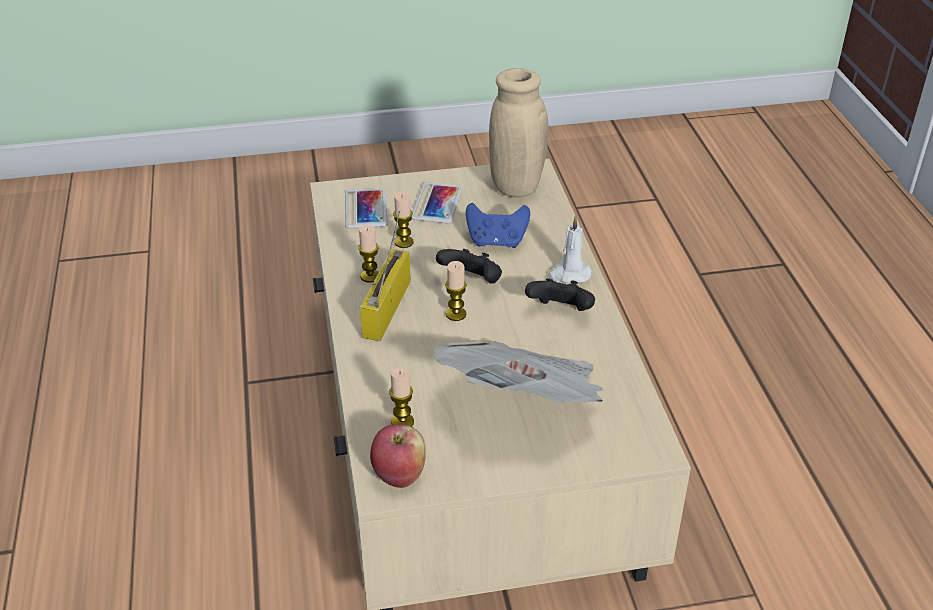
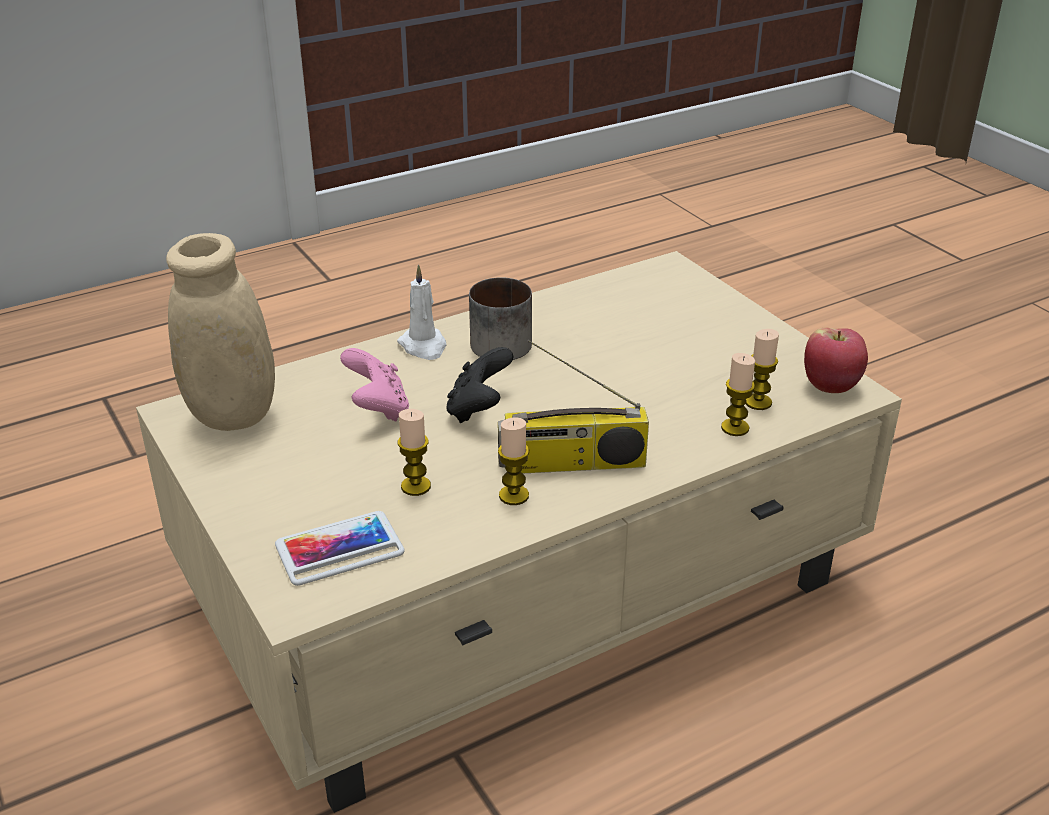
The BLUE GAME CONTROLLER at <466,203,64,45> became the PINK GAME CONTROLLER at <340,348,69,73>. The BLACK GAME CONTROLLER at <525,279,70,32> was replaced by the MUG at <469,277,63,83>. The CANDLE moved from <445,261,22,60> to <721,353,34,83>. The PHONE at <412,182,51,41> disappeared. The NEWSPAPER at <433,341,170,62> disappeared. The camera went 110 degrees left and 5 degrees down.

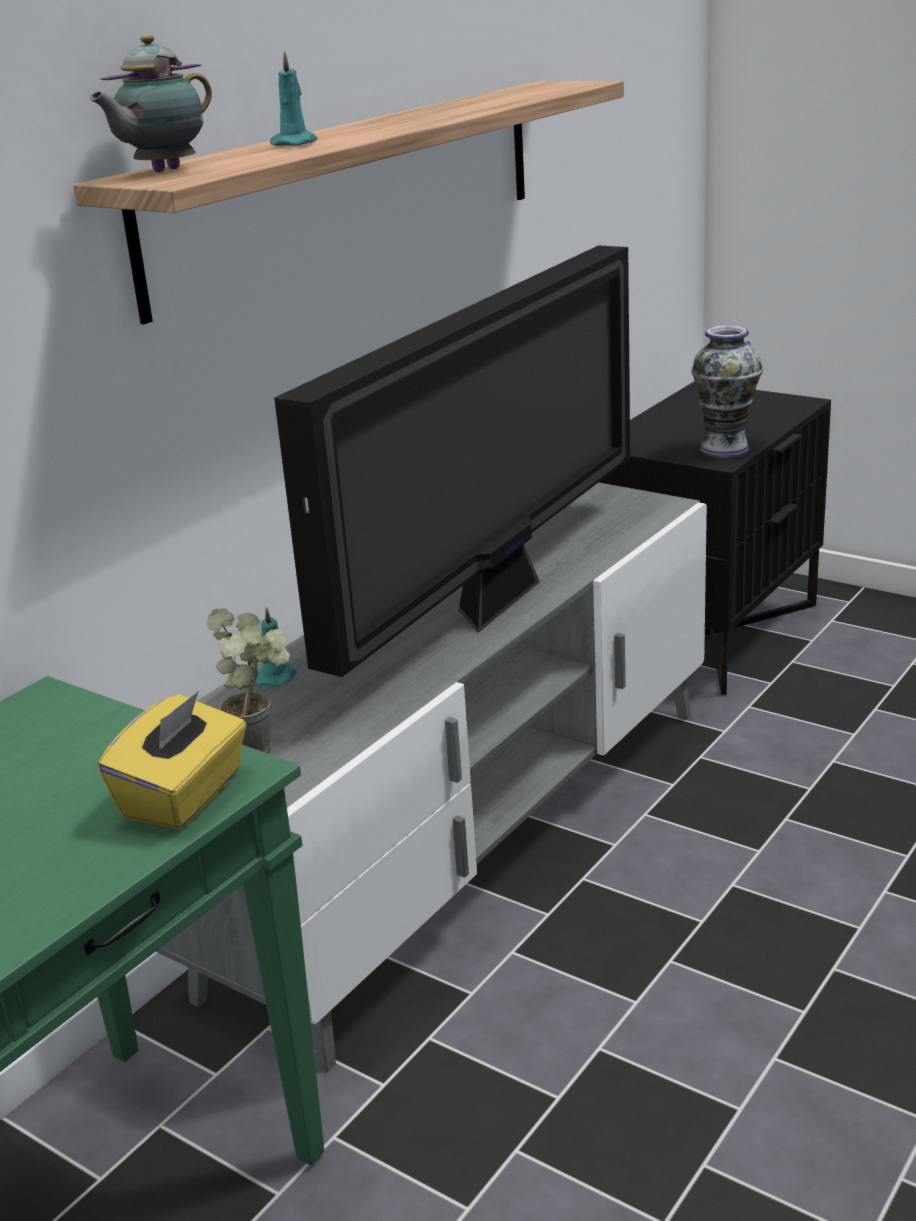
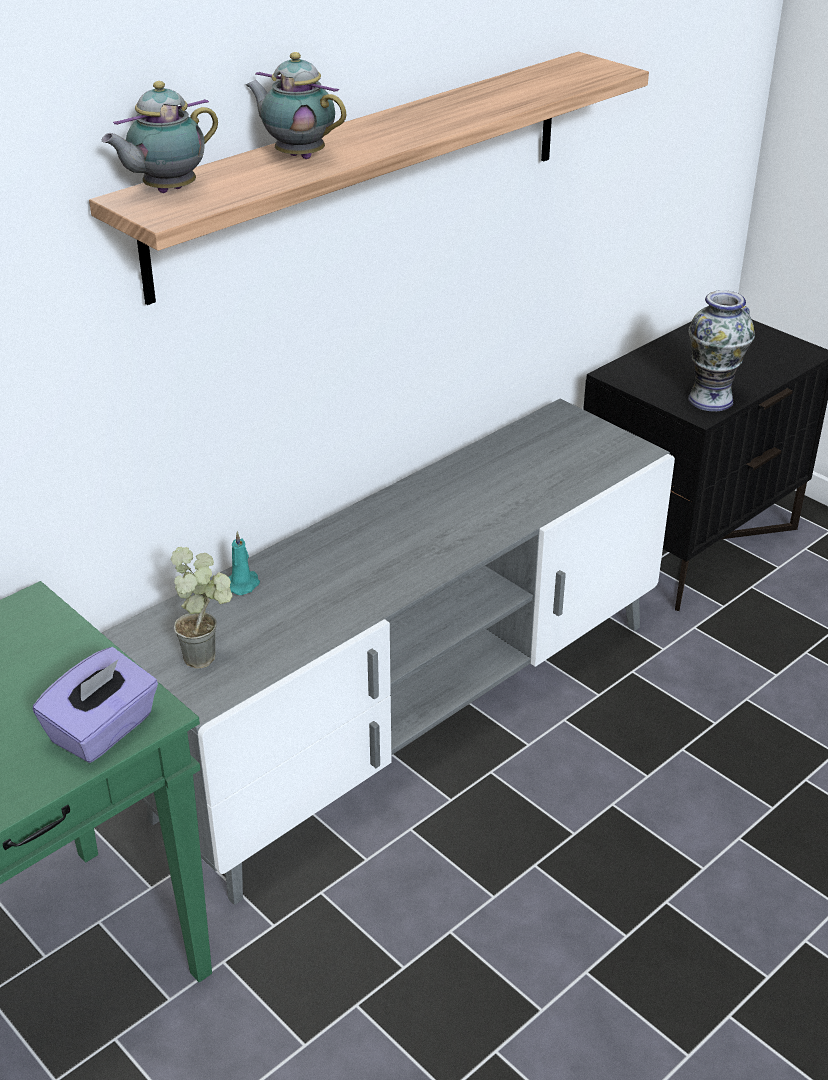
The YELLOW TISSUE BOX at <98,691,149,138> became the PURPLE TISSUE BOX at <33,647,125,116>. The TURQUOISE CANDLE at <270,51,48,95> was replaced by the TEAPOT at <246,52,100,107>. The TELEVISION at <274,245,356,432> disappeared. The camera went 10 degrees right and 10 degrees up.

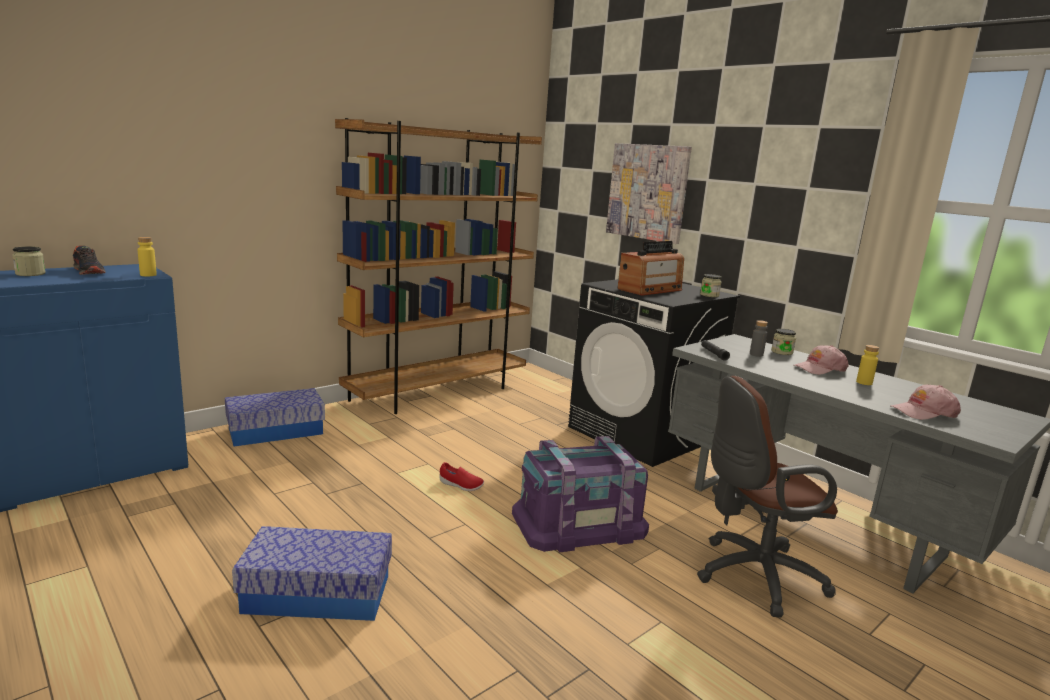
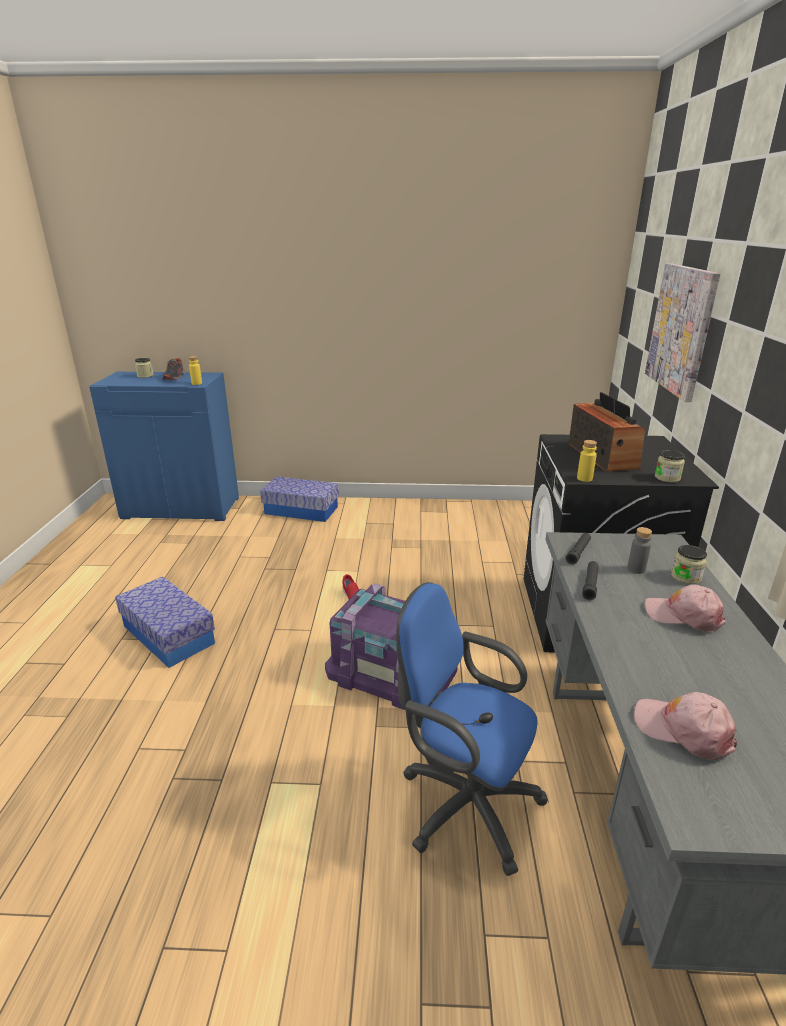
The BROWN OFFICE CHAIR at <697,376,141,242> became the BLUE OFFICE CHAIR at <396,582,152,294>. The RADIO at <617,241,67,55> turned 105 degrees counterclockwise. The YELLOW BOTTLE moved from <856,345,23,40> to <577,440,20,42>. The BLACK FLASHLIGHT at <582,561,17,39> appeared. The BROWN BOOKCASE at <335,118,207,296> disappeared. The camera went 45 degrees right and 10 degrees up.

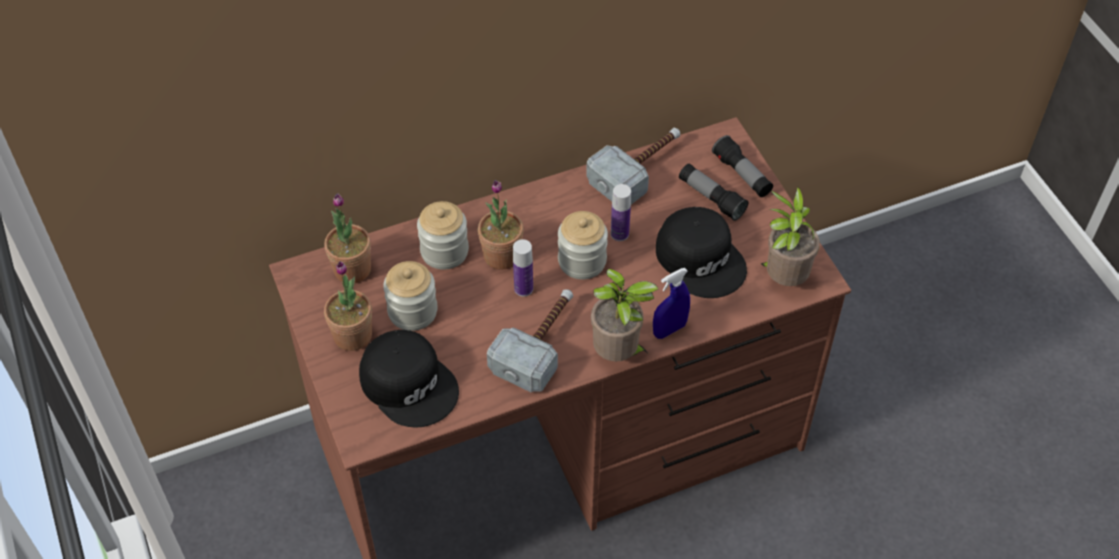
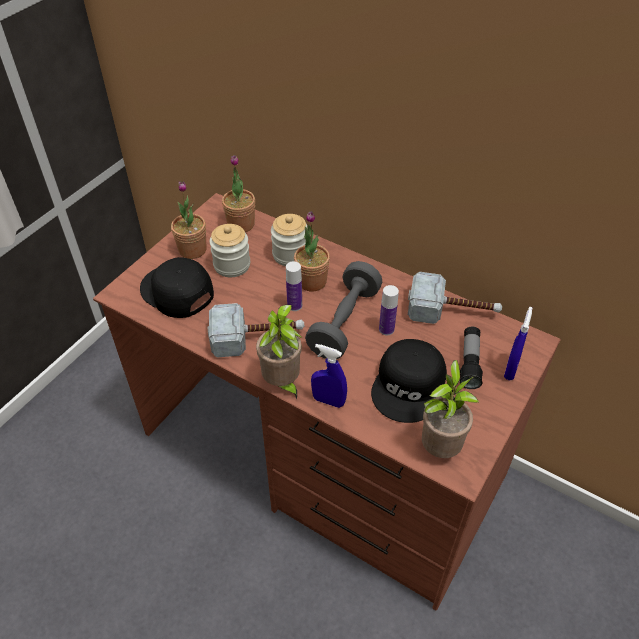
The BLACK CAP at <359,330,100,98> turned 120 degrees clockwise. The JAR at <558,211,50,68> was replaced by the GREY DUMBBELL at <305,261,77,98>. The FLASHLIGHT at <712,135,61,62> was replaced by the BLUE SPRAY BOTTLE at <504,307,28,73>. The camera went 55 degrees right and 5 degrees down.

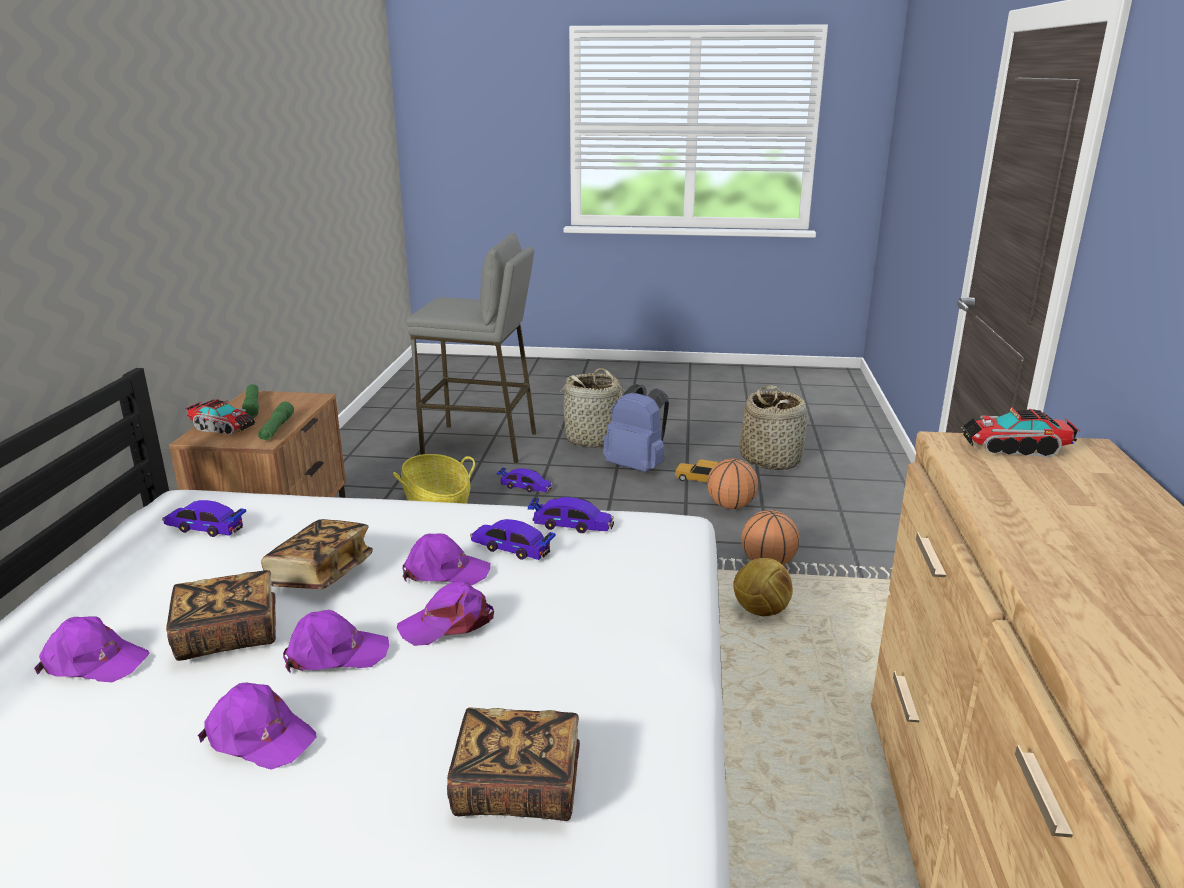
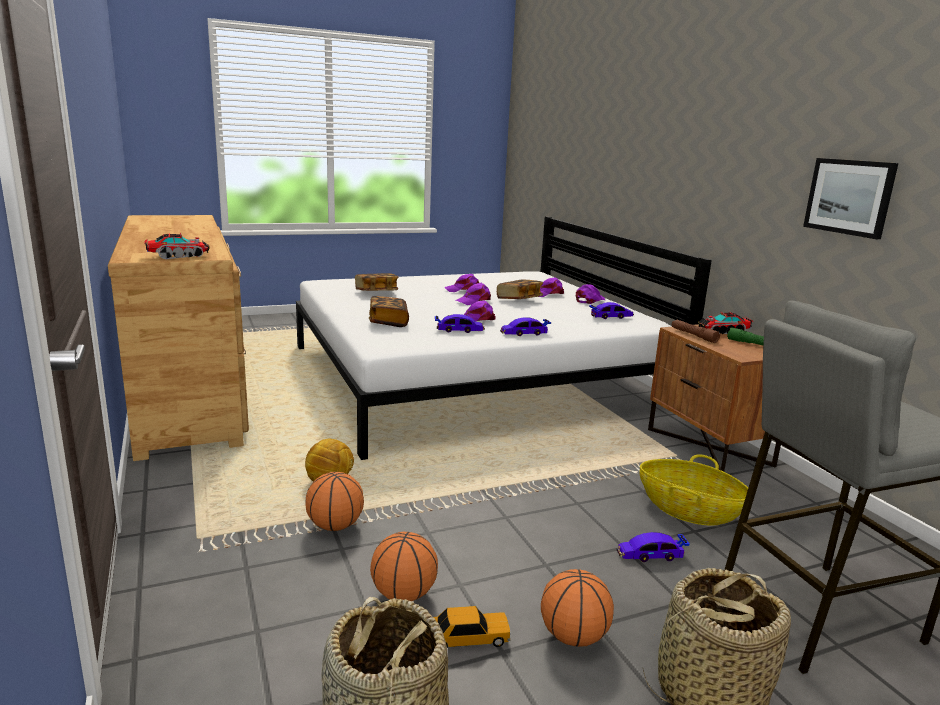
The BOOK moved from <261,519,112,70> to <369,296,40,31>. The TOY CAR moved from <528,497,86,36> to <500,317,51,19>. The BLUE BACKPACK at <603,384,66,88> was replaced by the BASKETBALL at <541,569,73,78>. The PURPLE CAP moved from <397,581,97,65> to <576,284,29,20>. The GREEN FLASHLIGHT at <258,402,36,38> became the BROWN FLASHLIGHT at <672,320,48,23>. The PICTURE at <803,158,95,81> appeared. The camera went 150 degrees right and 5 degrees down.

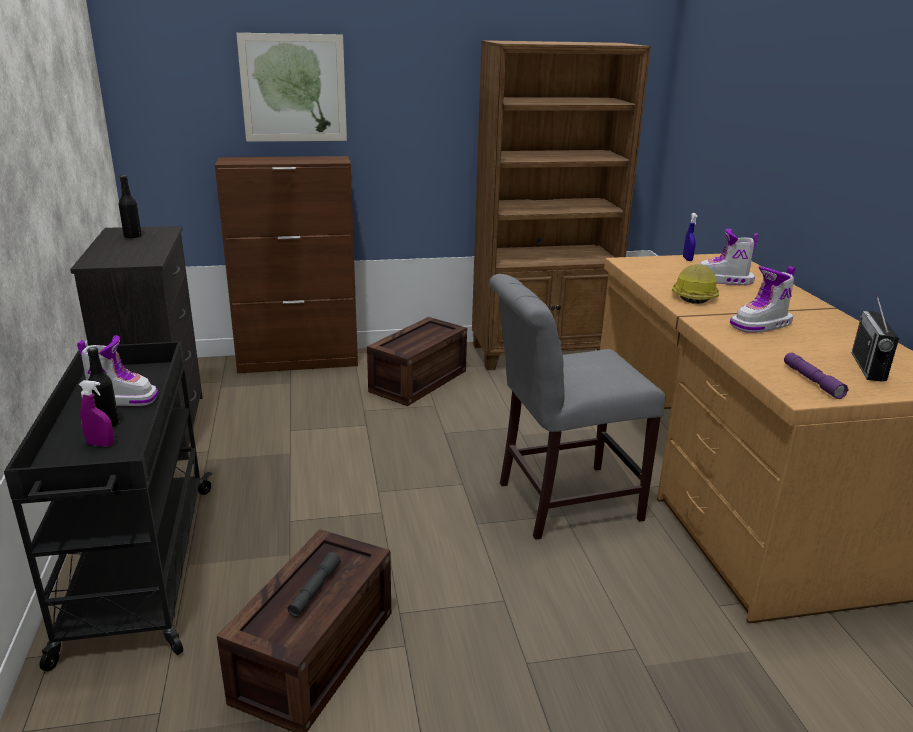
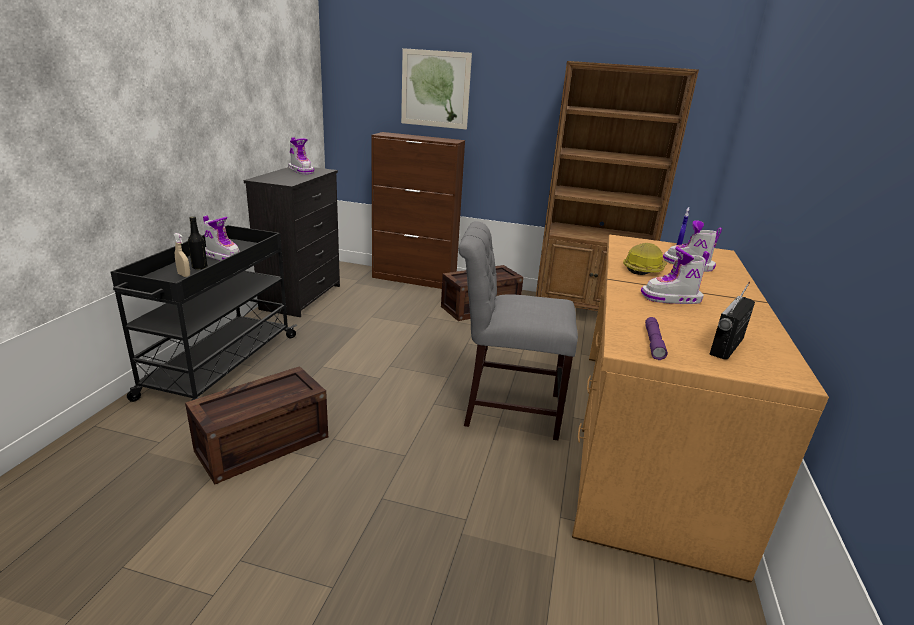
The PURPLE SPRAY BOTTLE at <79,380,35,66> became the BEIGE SPRAY BOTTLE at <174,233,16,44>. The BLACK BOTTLE at <119,175,23,64> was replaced by the BOOT at <288,137,26,37>. The GREY FLASHLIGHT at <288,552,53,65> disappeared. The camera went 25 degrees right and 0 degrees up.

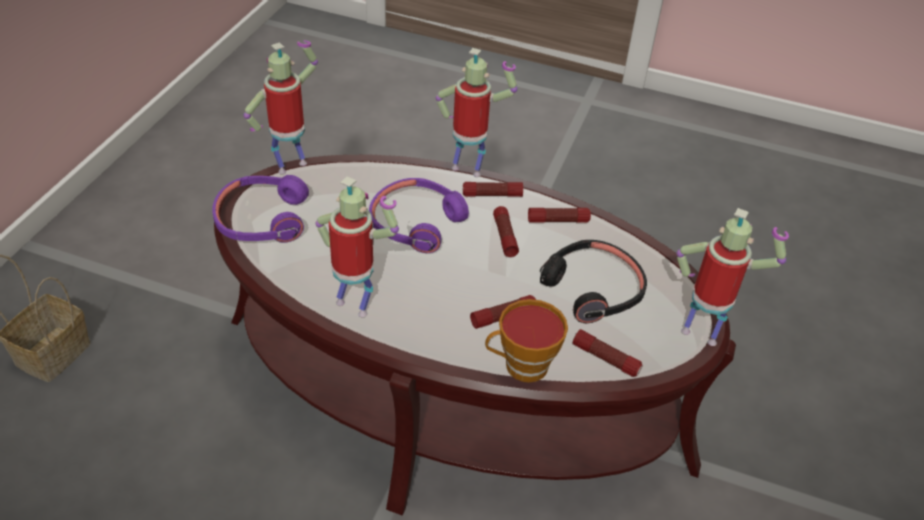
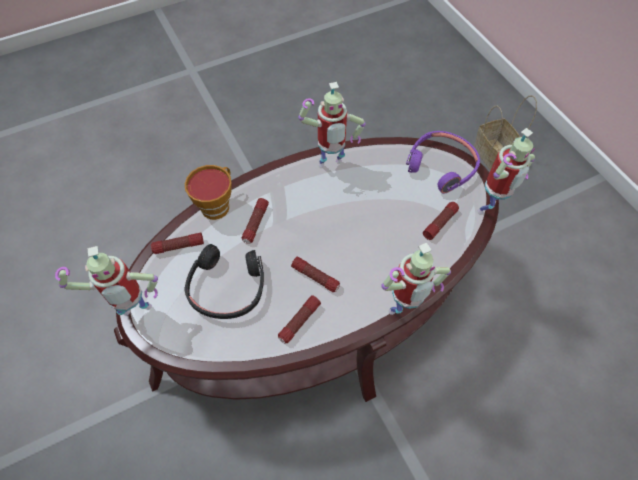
The FLASHLIGHT moved from <463,182,60,15> to <423,202,36,38>. The TOY ROBOT at <244,40,74,134> turned 45 degrees clockwise. The PURPLE HEADPHONES at <369,178,100,75> disappeared. The camera went 135 degrees right and 15 degrees up.

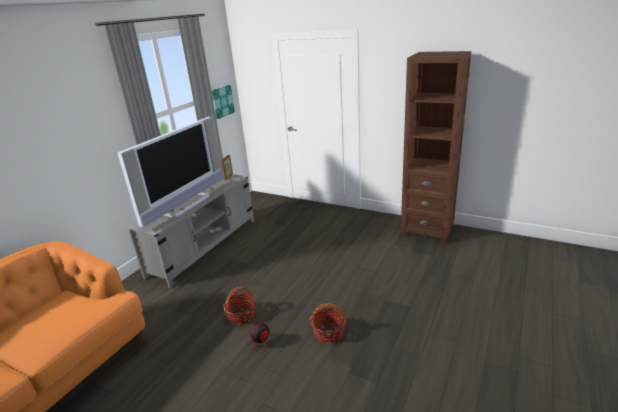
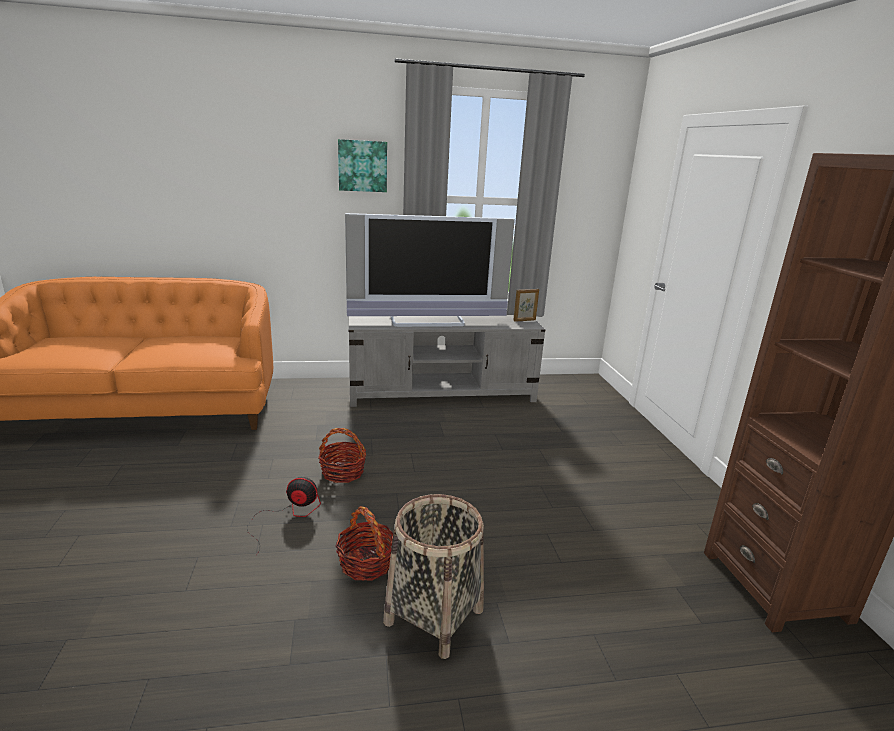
The PICTURE moved from <211,85,24,34> to <338,139,49,53>. The BASKET at <383,494,101,165> appeared. The camera went 50 degrees right and 5 degrees down.

